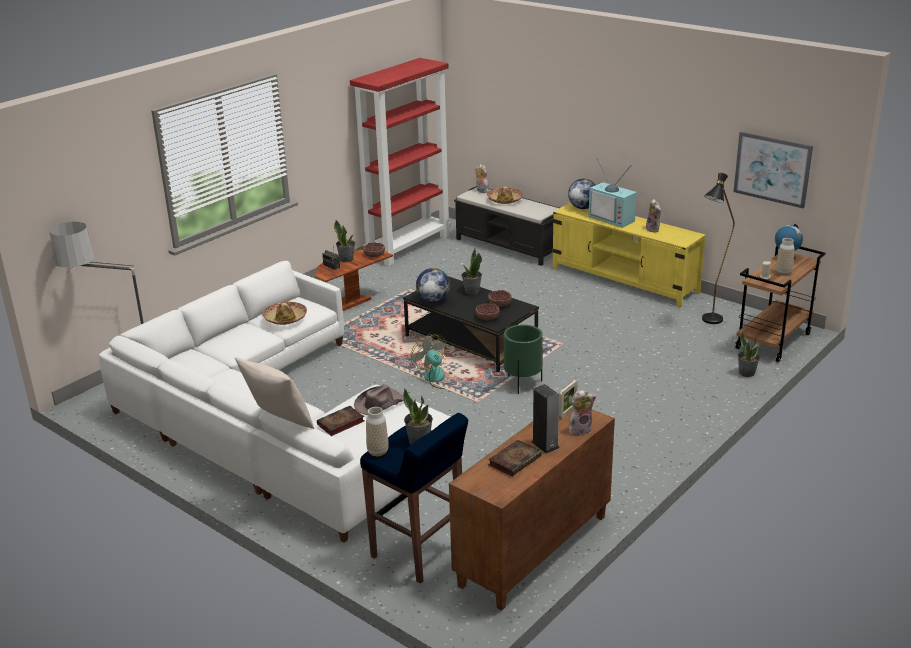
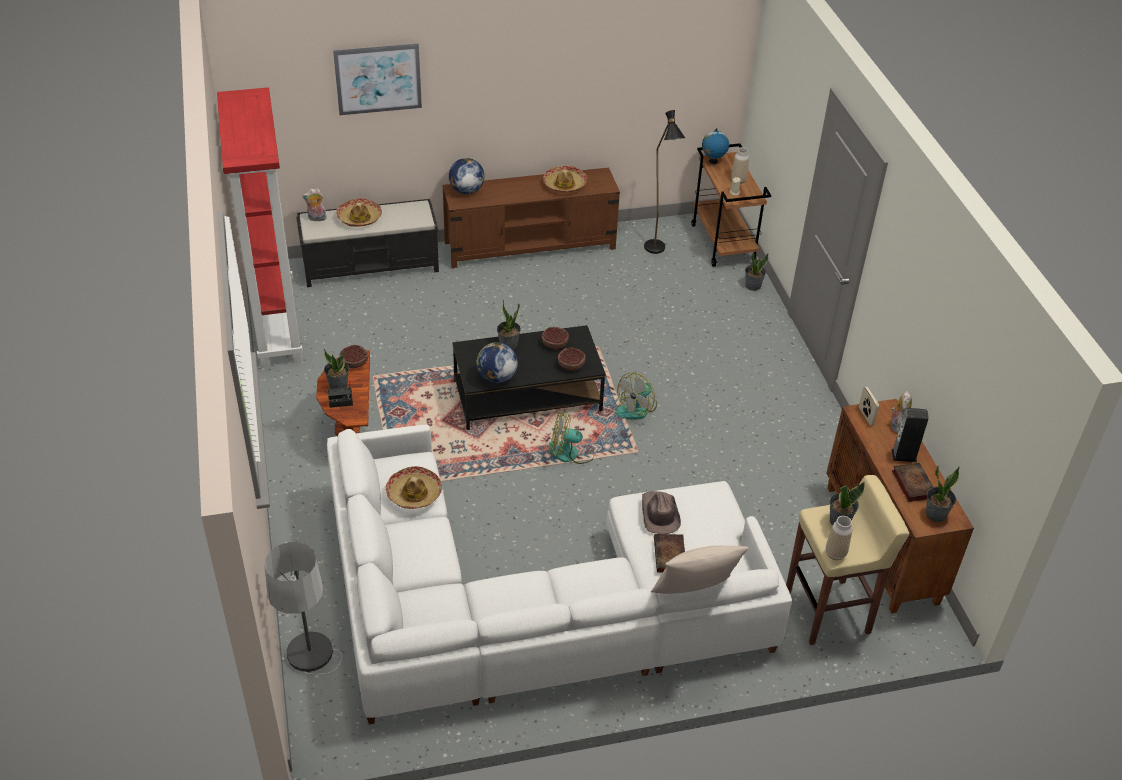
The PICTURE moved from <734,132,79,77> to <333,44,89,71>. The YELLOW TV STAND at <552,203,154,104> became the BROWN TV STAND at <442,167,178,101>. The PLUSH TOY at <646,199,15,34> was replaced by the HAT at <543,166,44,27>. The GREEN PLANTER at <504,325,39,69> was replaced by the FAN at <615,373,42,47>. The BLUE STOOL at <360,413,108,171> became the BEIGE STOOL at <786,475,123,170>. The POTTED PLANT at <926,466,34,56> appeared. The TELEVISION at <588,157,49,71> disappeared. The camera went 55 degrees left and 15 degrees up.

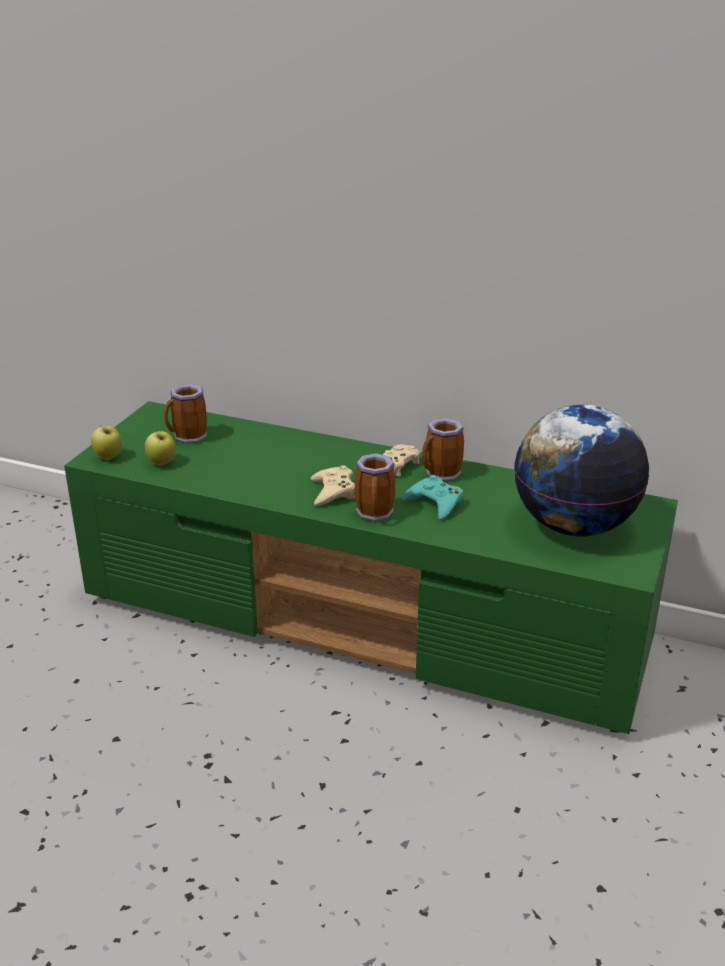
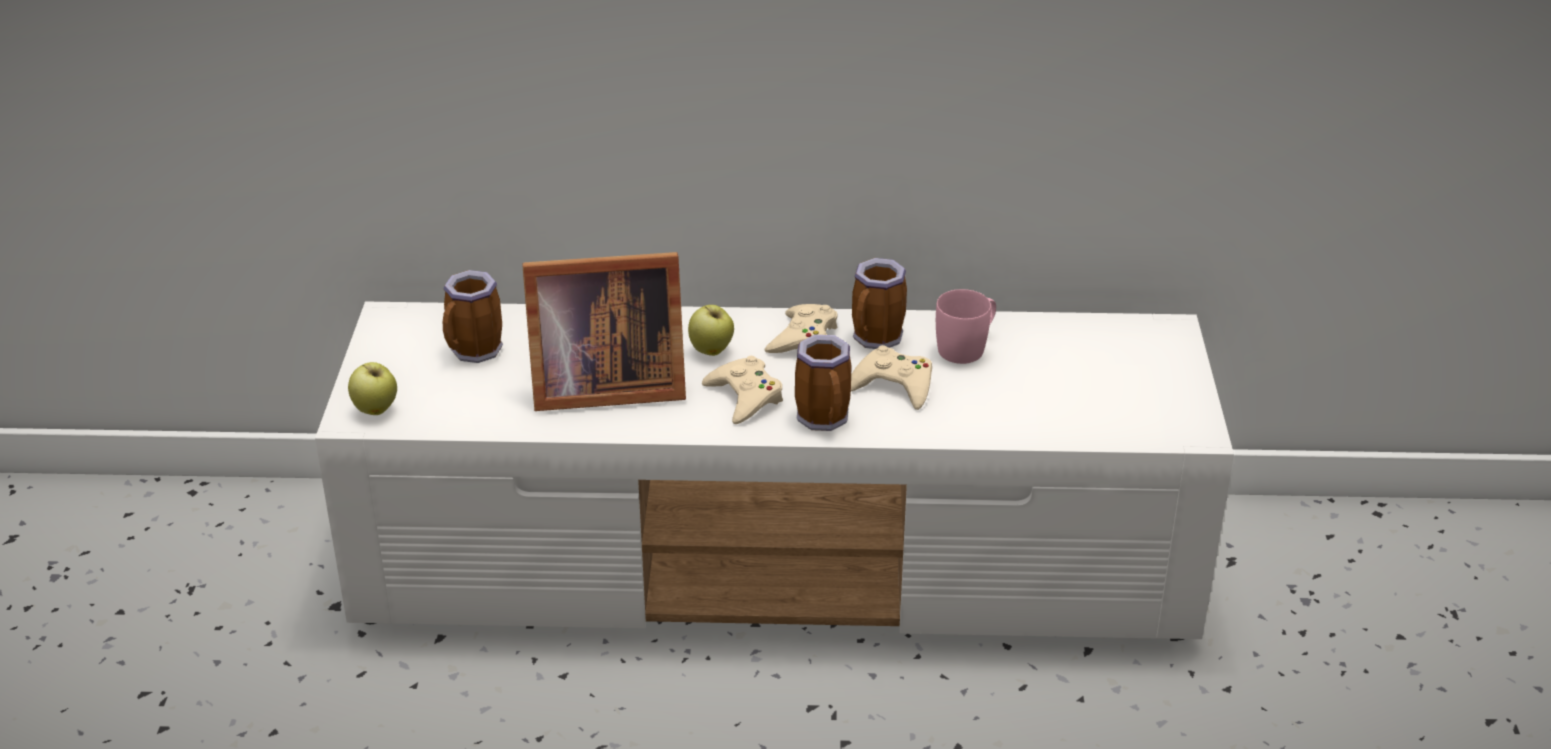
The GREEN TV STAND at <64,401,614,333> became the WHITE TV STAND at <315,301,919,339>. The PICTURE FRAME at <523,252,163,159> appeared. The APPLE moved from <145,431,31,35> to <688,305,46,51>. The TURQUOISE GAME CONTROLLER at <402,475,61,45> became the BEIGE GAME CONTROLLER at <851,345,81,65>. The PINK MUG at <936,289,60,75> appeared. The GLOBE at <514,405,135,132> disappeared. The camera went 20 degrees left and 5 degrees up.

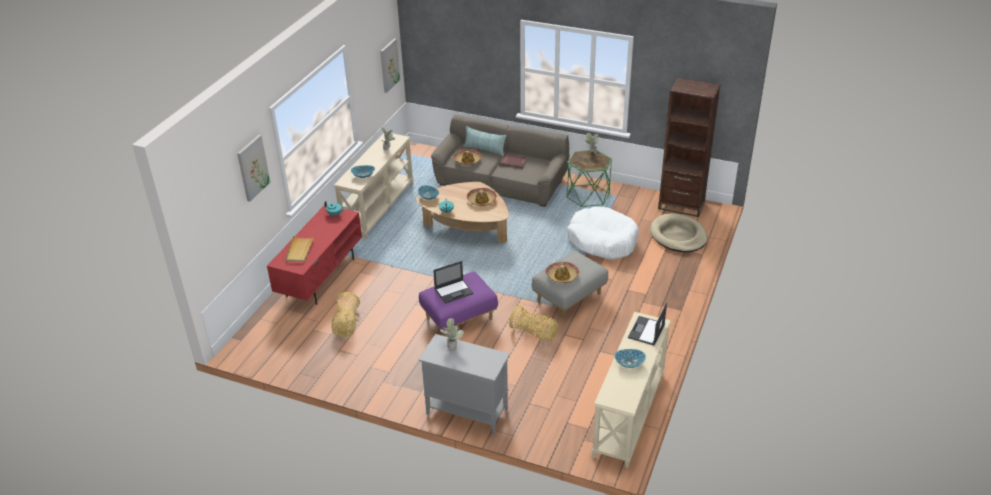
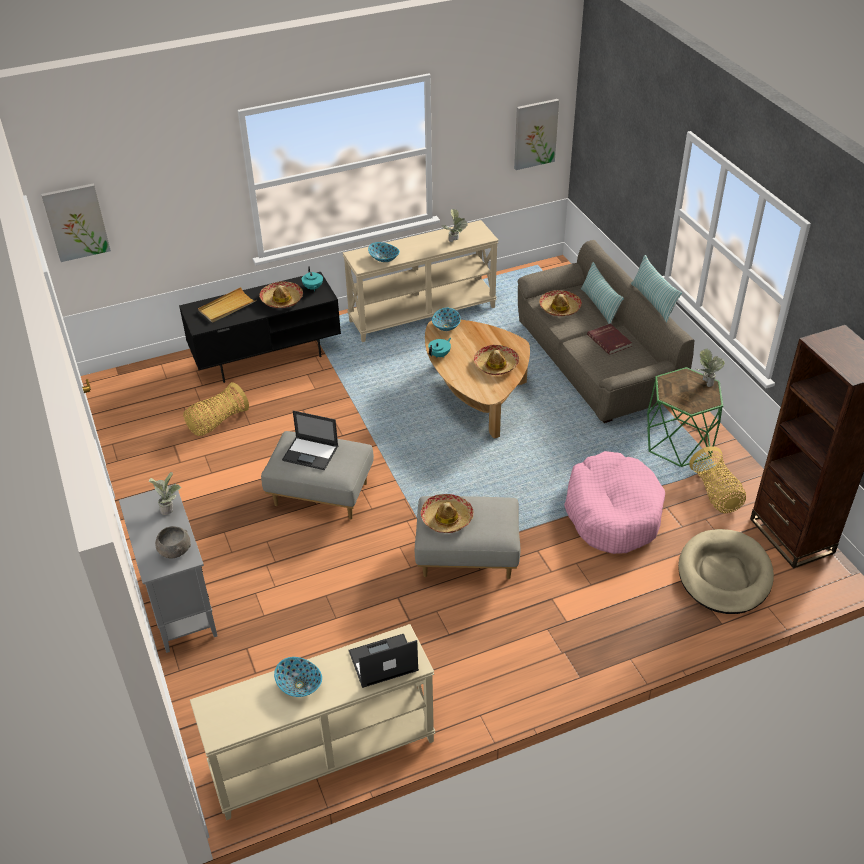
The PICTURE moved from <237,135,33,67> to <41,183,70,79>. The GREY BOWL at <155,526,36,32> appeared. The RED TV STAND at <267,205,95,100> became the BLACK TV STAND at <179,272,162,111>. The HAT at <259,281,44,27> appeared. The PURPLE OTTOMAN at <419,272,79,64> became the GREY OTTOMAN at <261,431,113,88>. The WHITE DOG BED at <567,207,72,53> became the PINK DOG BED at <564,451,101,103>. The PILLOW at <631,255,51,68> appeared. The BASKET moved from <509,305,50,37> to <689,446,57,67>. The camera went 45 degrees right and 5 degrees up.

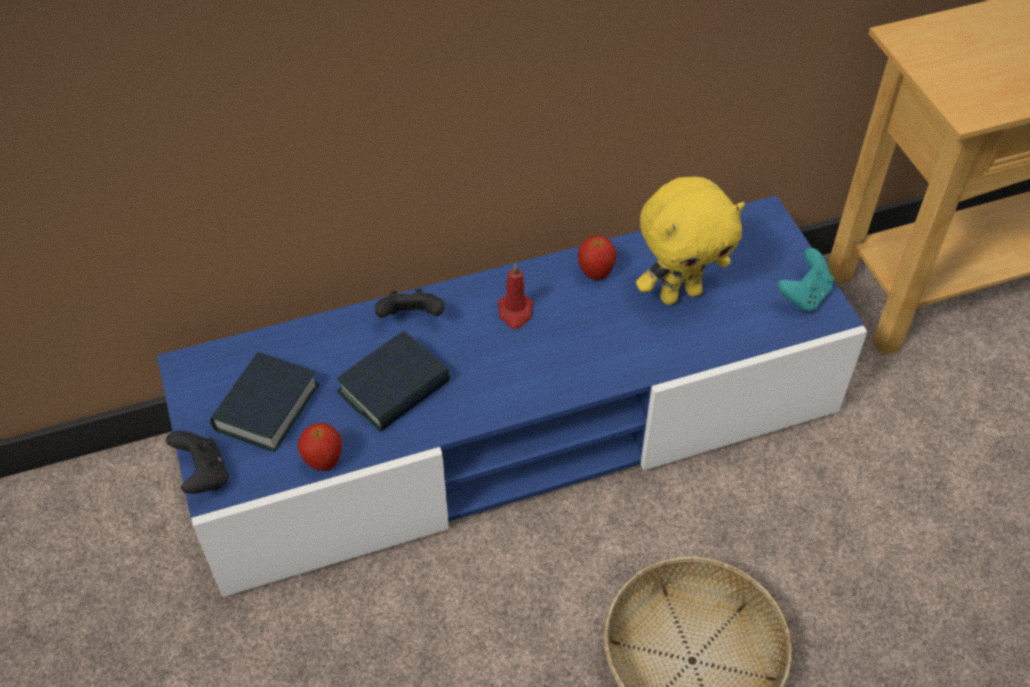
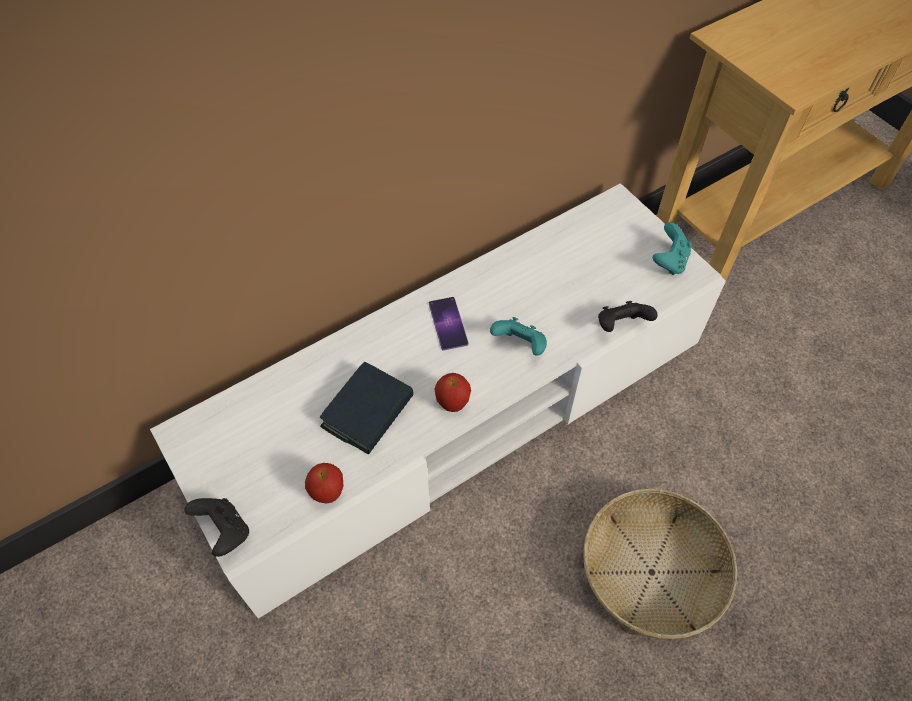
The BLUE TV STAND at <157,195,711,402> became the WHITE TV STAND at <150,183,576,436>. The RED CANDLE at <498,263,36,66> was replaced by the PHONE at <429,297,40,54>. The APPLE moved from <578,235,39,45> to <434,373,37,39>. The TURQUOISE GAME CONTROLLER at <490,317,57,39> appeared. The BLACK GAME CONTROLLER moved from <375,289,69,29> to <598,301,60,31>. The BOOK at <210,352,110,100> disappeared. The YELLOW PLUSH TOY at <636,177,109,128> disappeared. The camera went 15 degrees left and 5 degrees up.

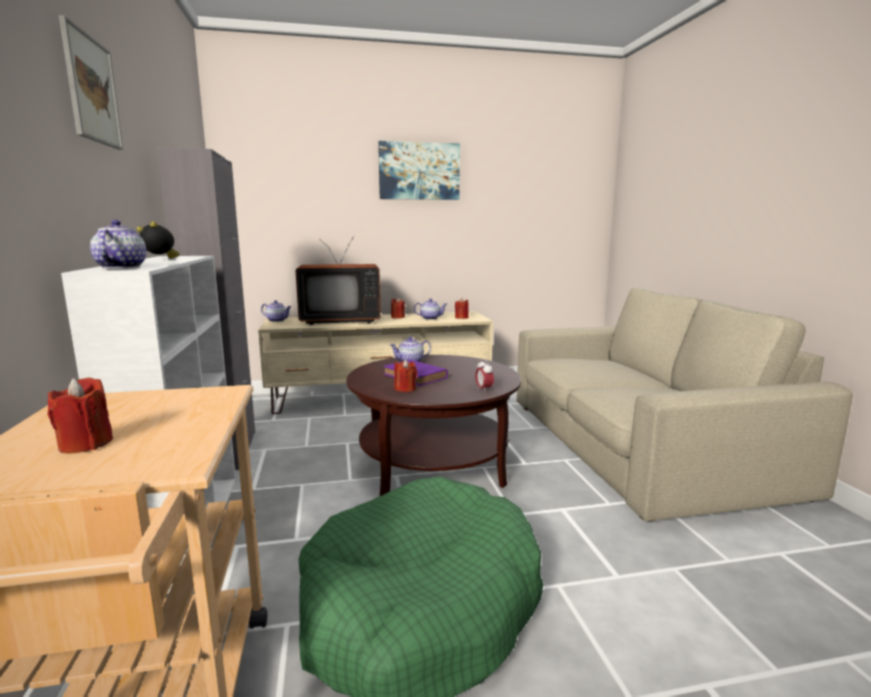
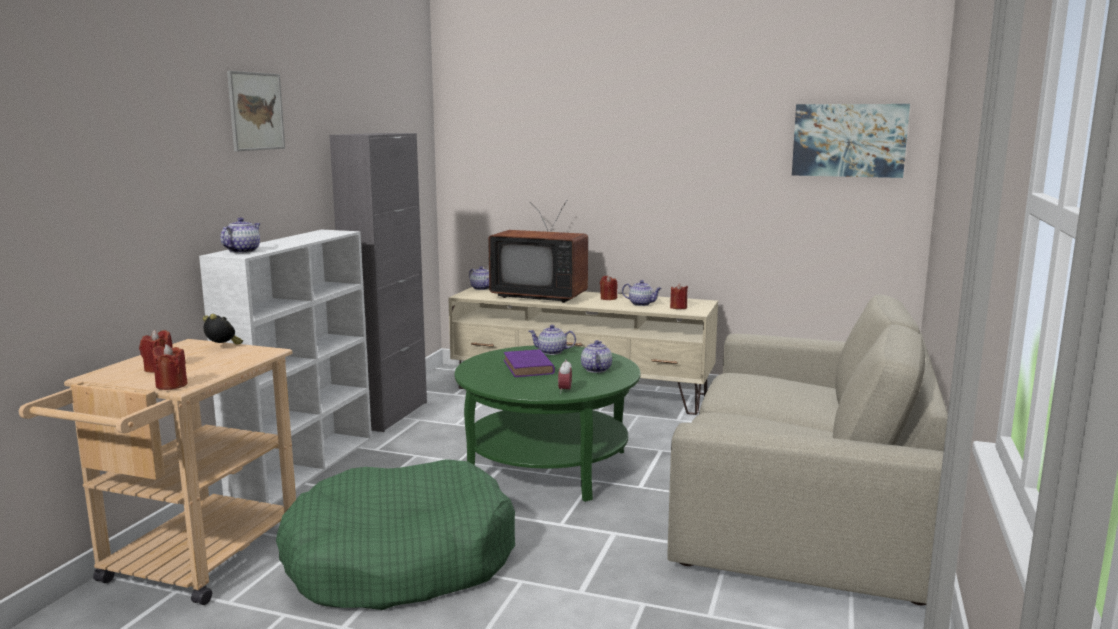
The RED CANDLE moved from <394,359,23,33> to <152,344,35,46>. The ALARM CLOCK moved from <136,221,44,38> to <203,314,40,31>. The BROWN COFFEE TABLE at <346,355,175,141> became the GREEN COFFEE TABLE at <455,345,186,157>. The TEAPOT at <581,340,31,33> appeared. The PICTURE moved from <378,141,82,59> to <792,104,118,74>. The camera went 30 degrees right and 0 degrees up.

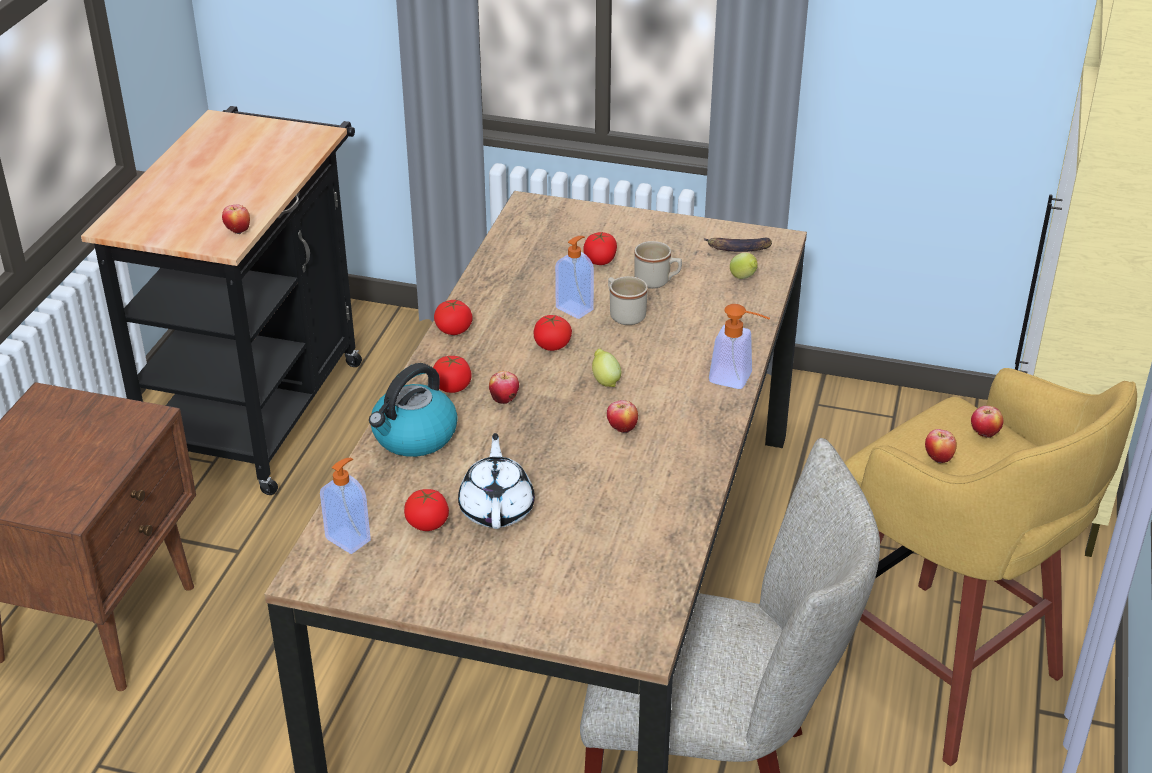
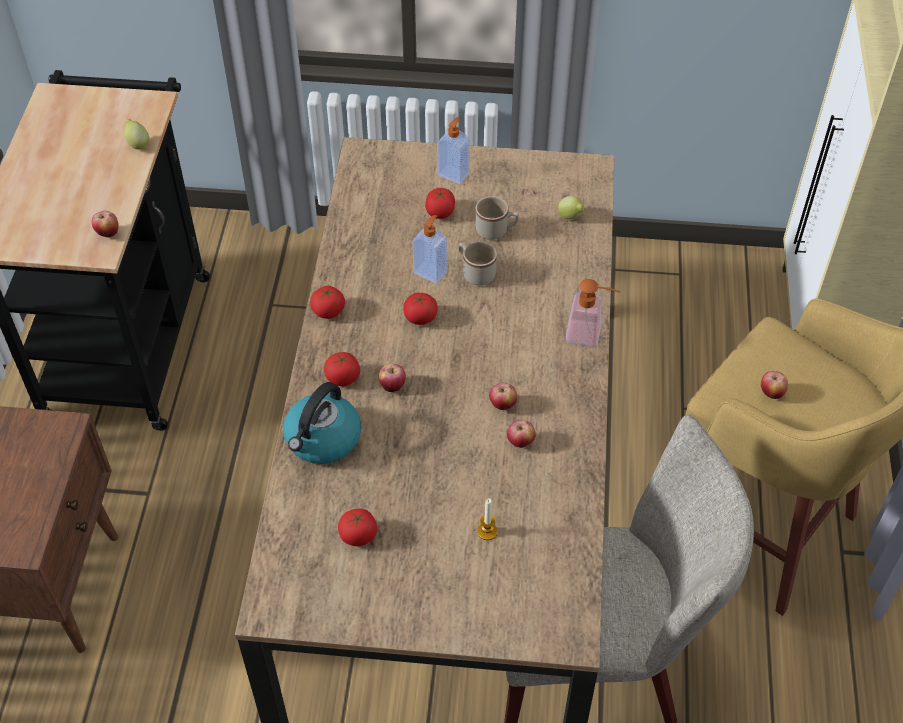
The LEMON moved from <592,349,29,38> to <124,119,25,31>. The SOAP DISPENSER moved from <320,458,51,96> to <437,117,33,67>. The CANDLE at <477,498,20,42> appeared. The APPLE moved from <971,406,32,32> to <507,420,29,28>. The WHITE TEAPOT at <458,433,77,96> disappeared. The BANANA at <704,238,68,14> disappeared. The camera went 10 degrees left and 15 degrees up.

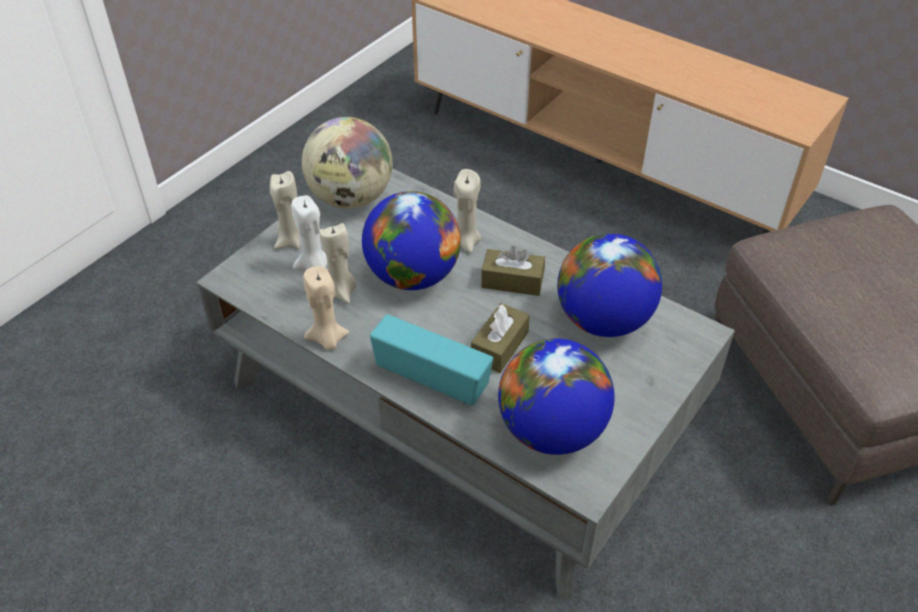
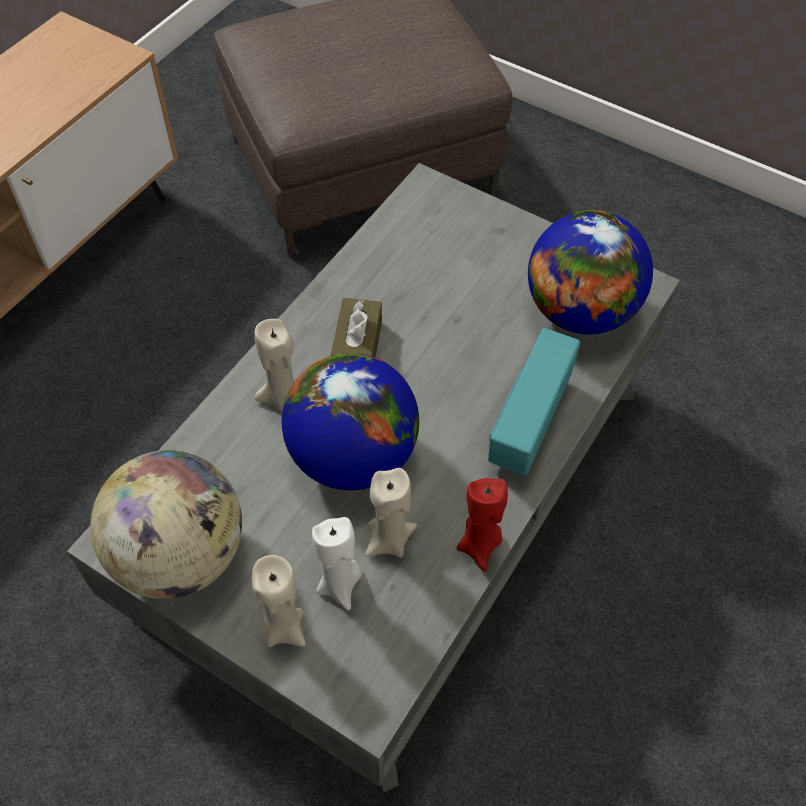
The BEIGE CANDLE at <304,266,45,84> became the RED CANDLE at <457,478,51,94>. The BROWN TISSUE BOX at <471,303,59,70> disappeared. The GLOBE at <557,233,105,104> disappeared. The camera went 95 degrees left and 10 degrees up.

